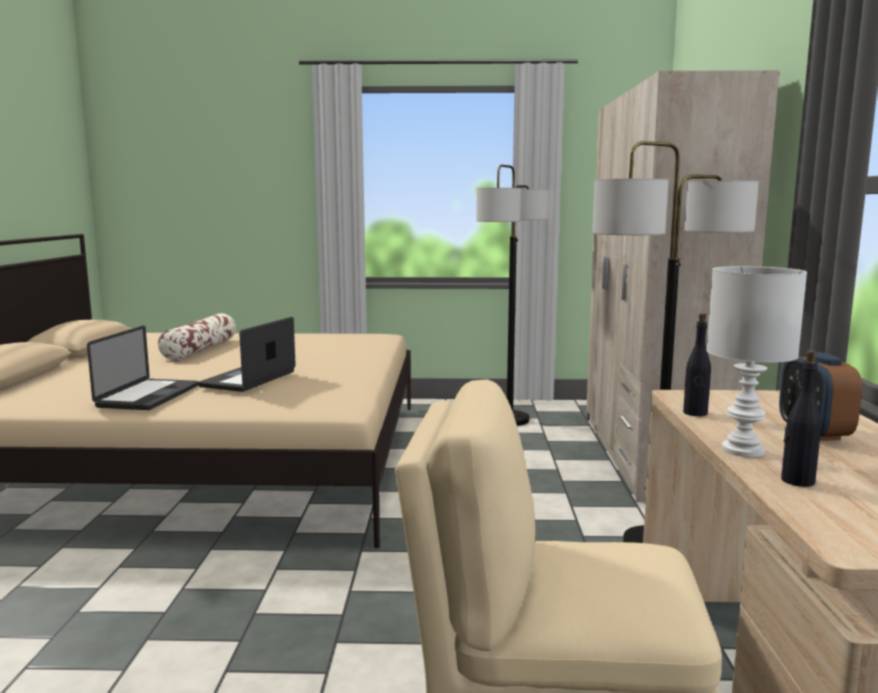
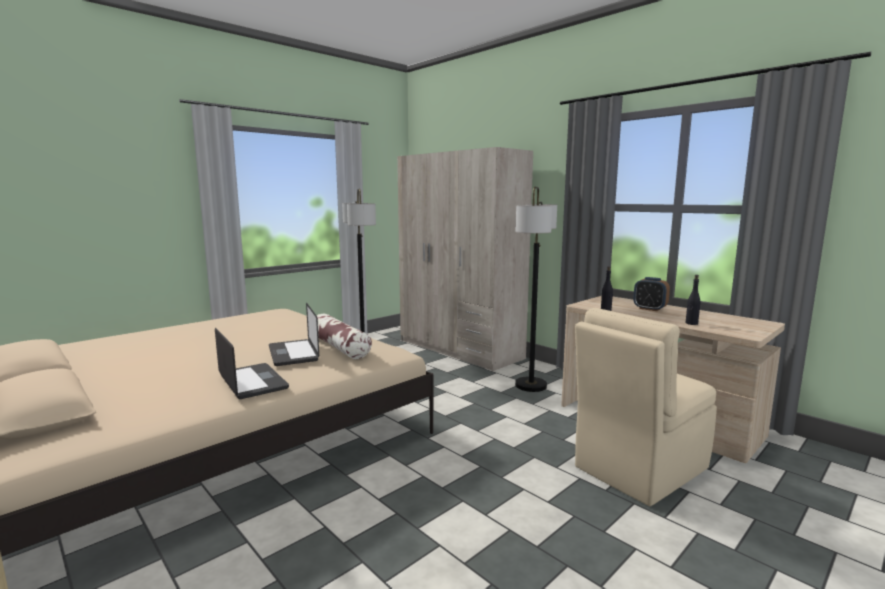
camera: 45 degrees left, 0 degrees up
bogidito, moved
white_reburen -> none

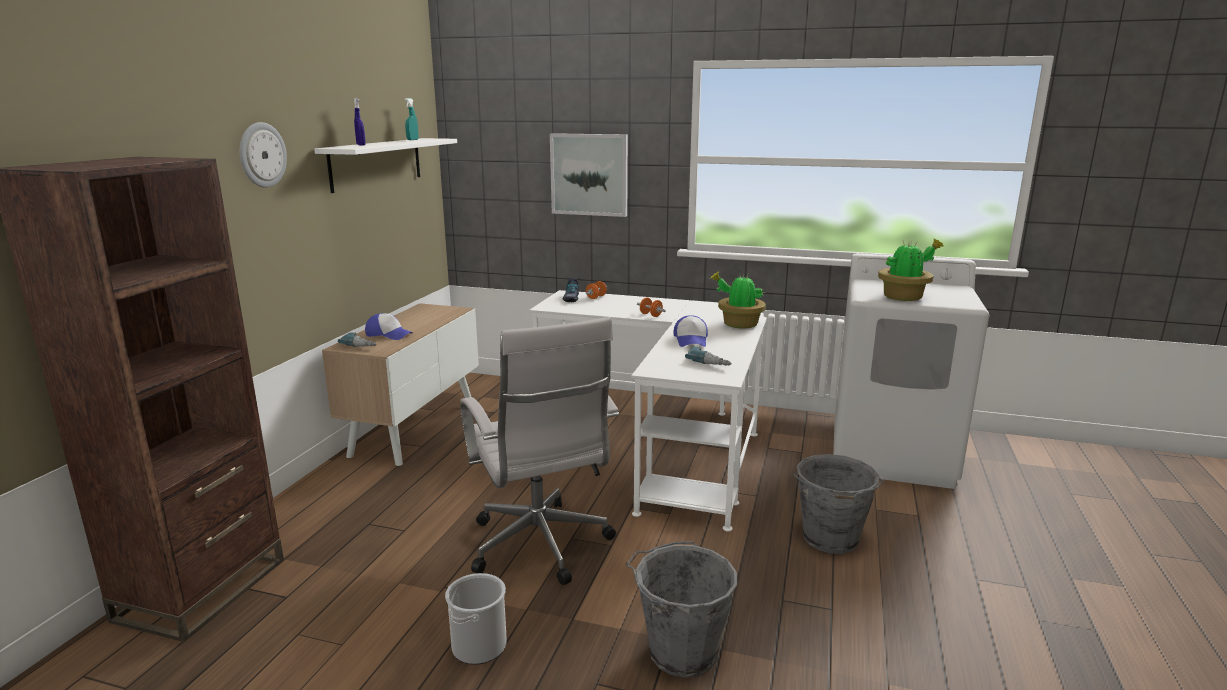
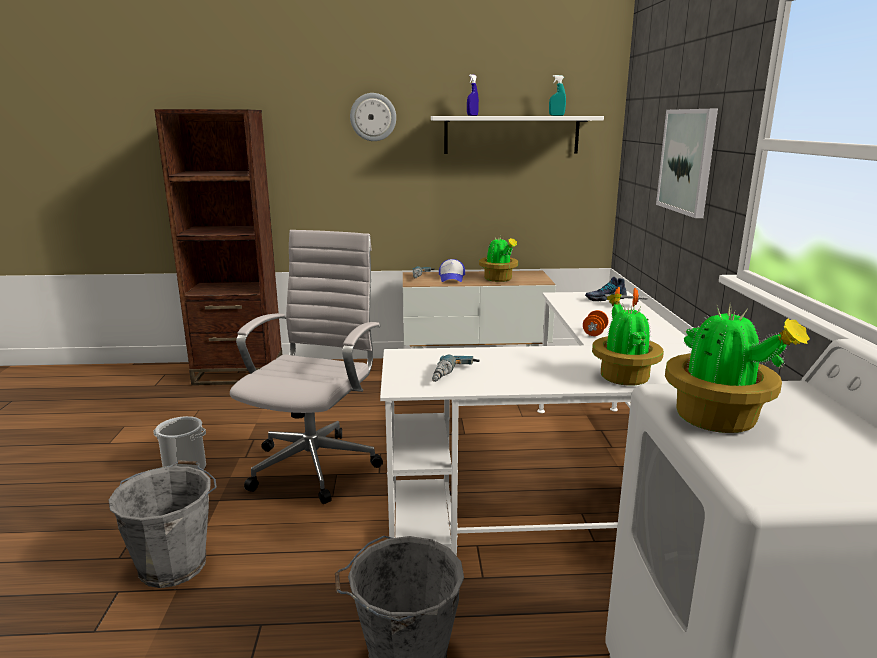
camera: 70 degrees right, 0 degrees up
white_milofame, 150 degrees clockwise
none -> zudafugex (1st from left)
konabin (2nd from left) -> none

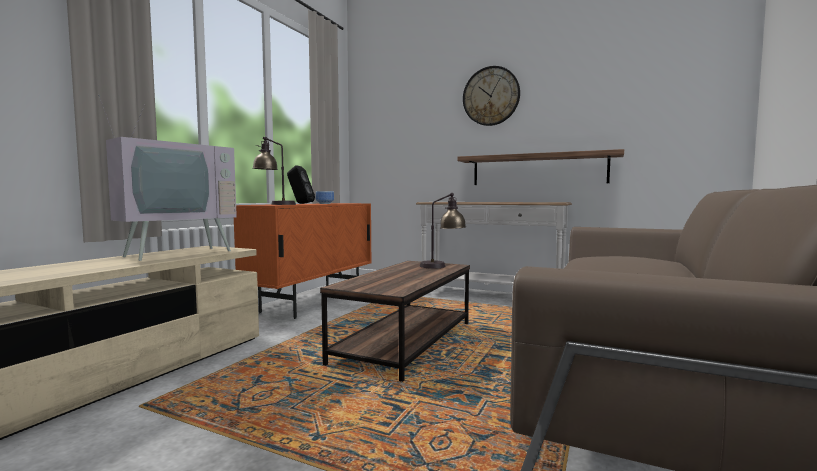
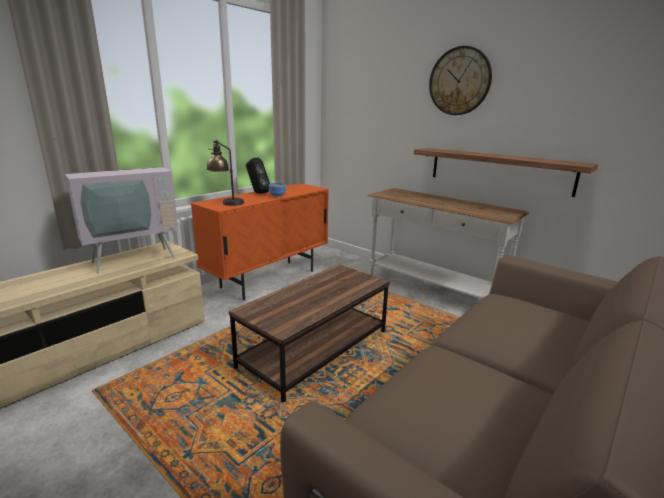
camera: 15 degrees right, 15 degrees up
reburen (2nd from left) -> none

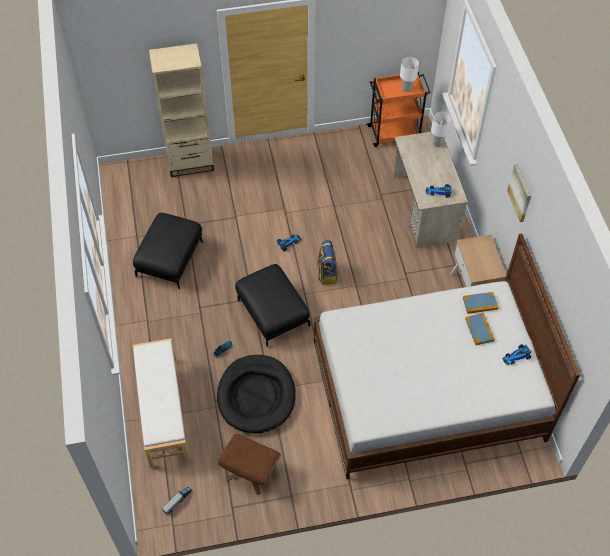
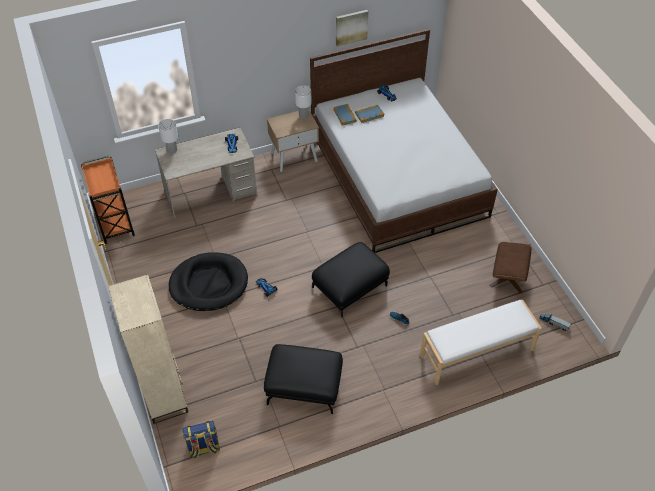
camera: 100 degrees left, 5 degrees down
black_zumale, moved
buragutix, moved
white_reburen (1st from left in the first image) -> white_reburen (2nd from left), moved
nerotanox, moved

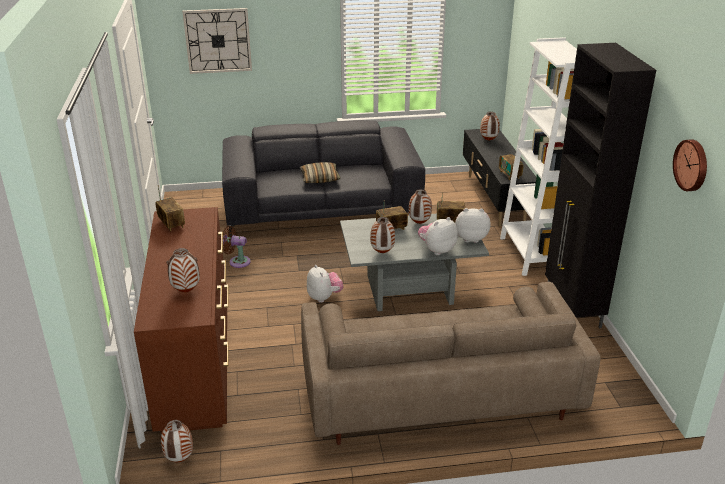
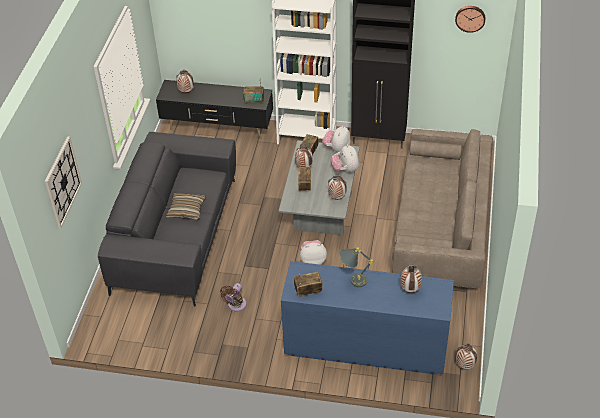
camera: 70 degrees left, 15 degrees up
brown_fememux -> blue_fememux
none -> grey_reburen

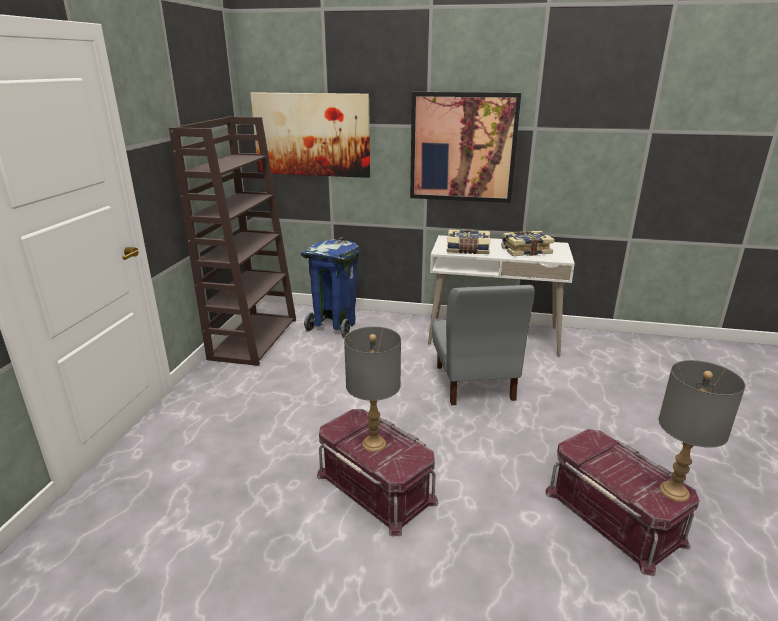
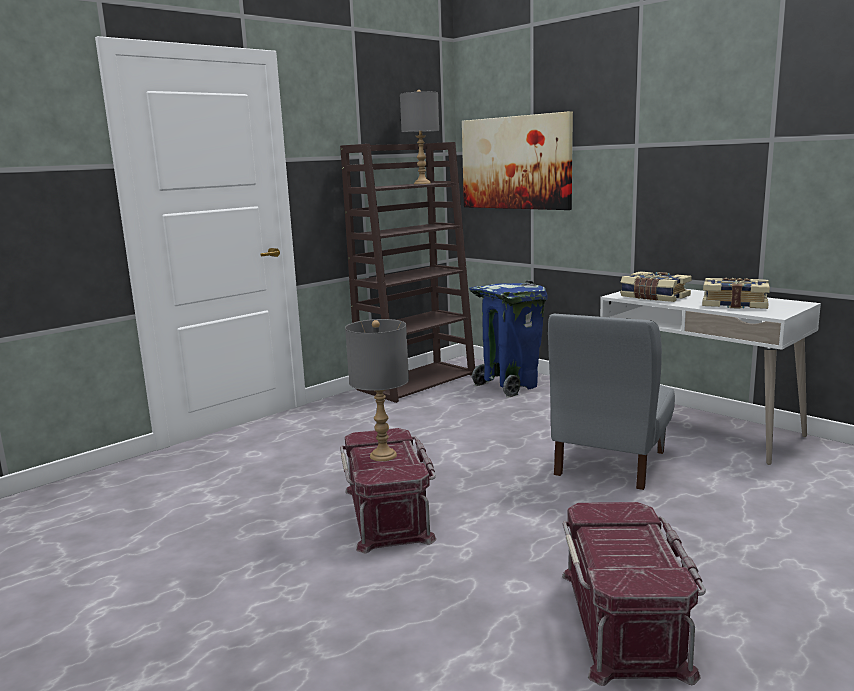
camera: 35 degrees right, 10 degrees down
grey_reburen (2nd from left), moved
nerotanox (2nd from left) -> none

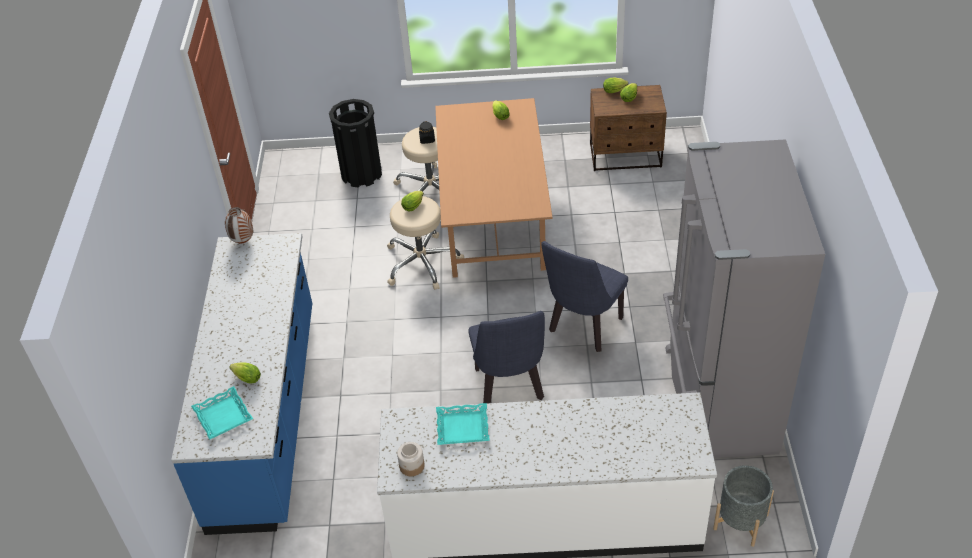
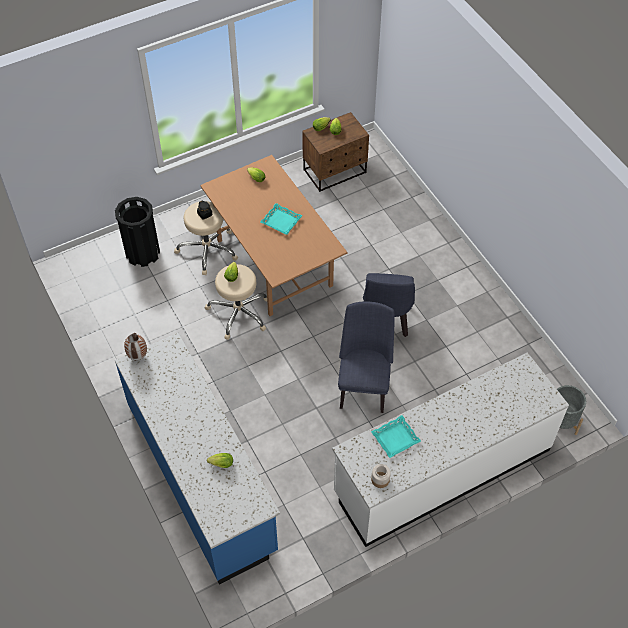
camera: 30 degrees left, 10 degrees up
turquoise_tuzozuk (1st from left), moved
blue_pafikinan (1st from left), 135 degrees counterclockwise
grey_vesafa -> none

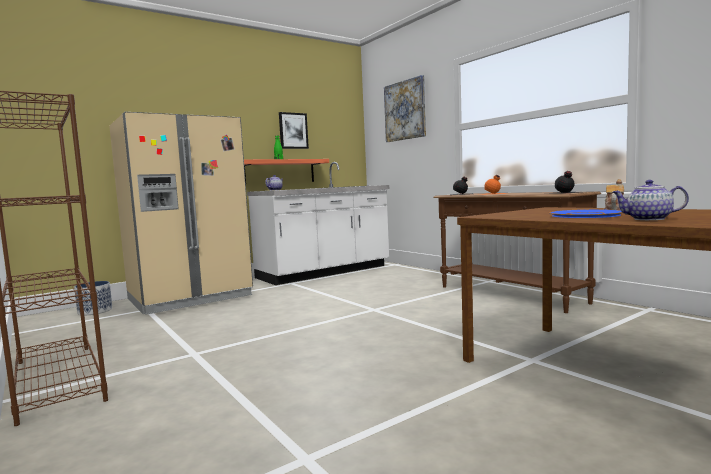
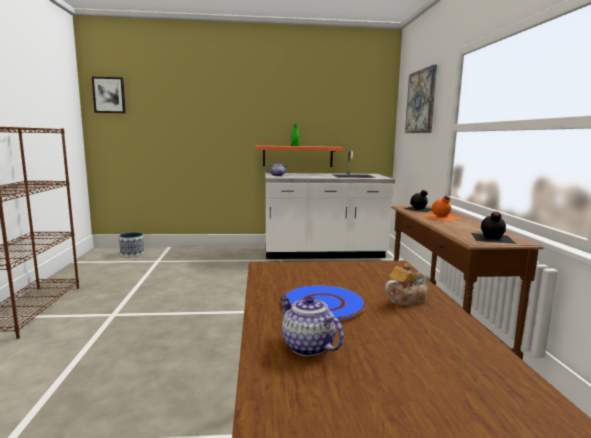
camera: 30 degrees right, 5 degrees up
nerotanox (1st from left), moved
beige_vesafa -> none

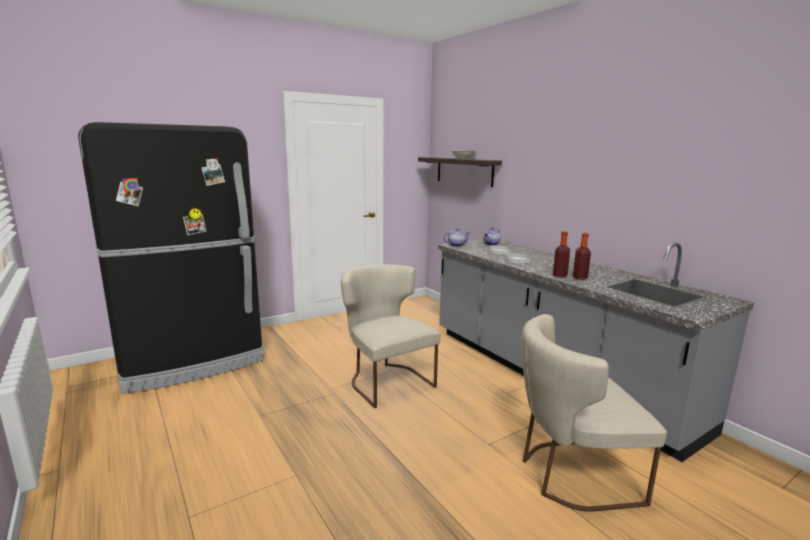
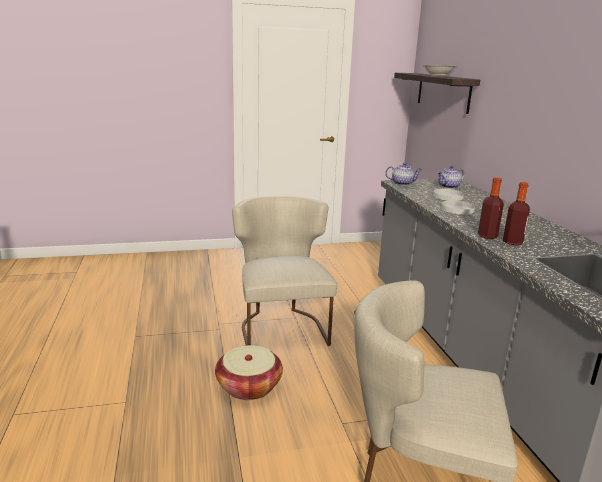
camera: 20 degrees right, 5 degrees up
none -> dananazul
black_vesafa -> none

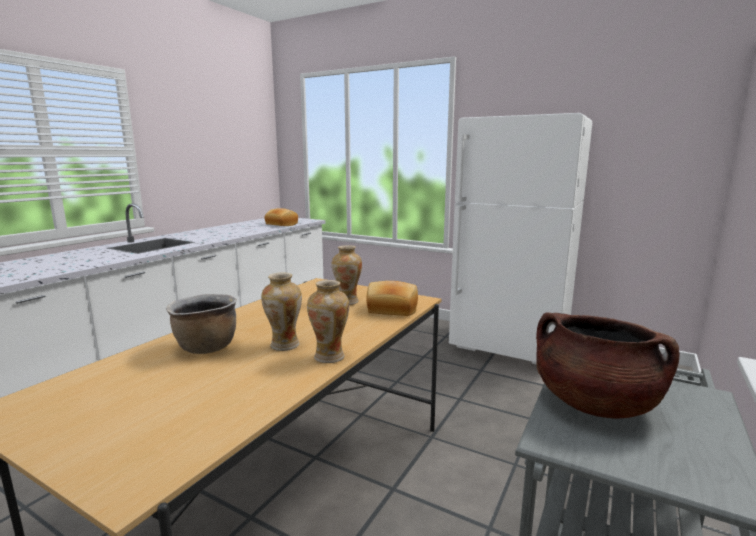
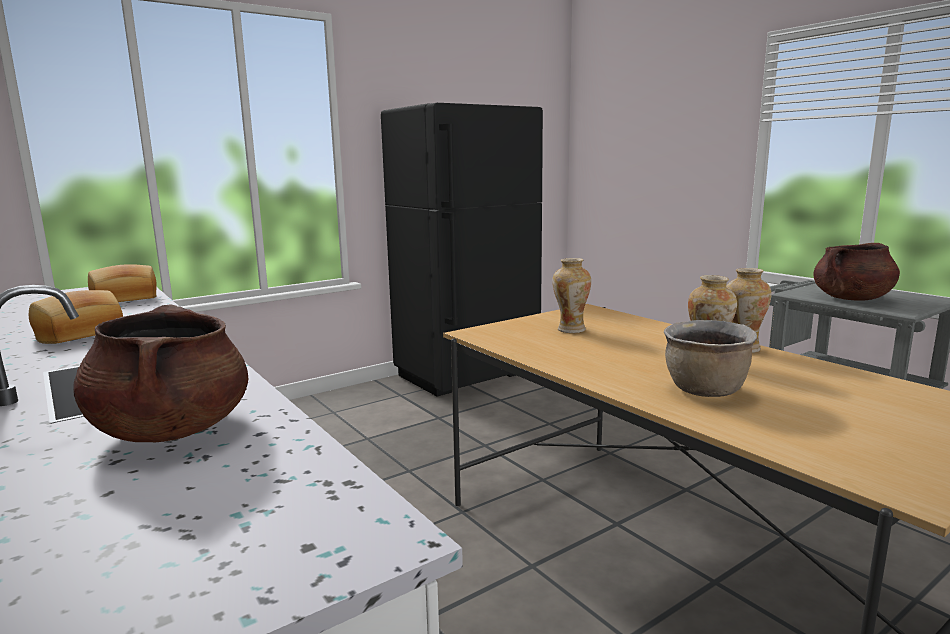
camera: 65 degrees left, 0 degrees up
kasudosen (2nd from left in the first image) -> kasudosen (1st from left), moved
none -> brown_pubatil (1st from left)
white_vesafa -> black_vesafa

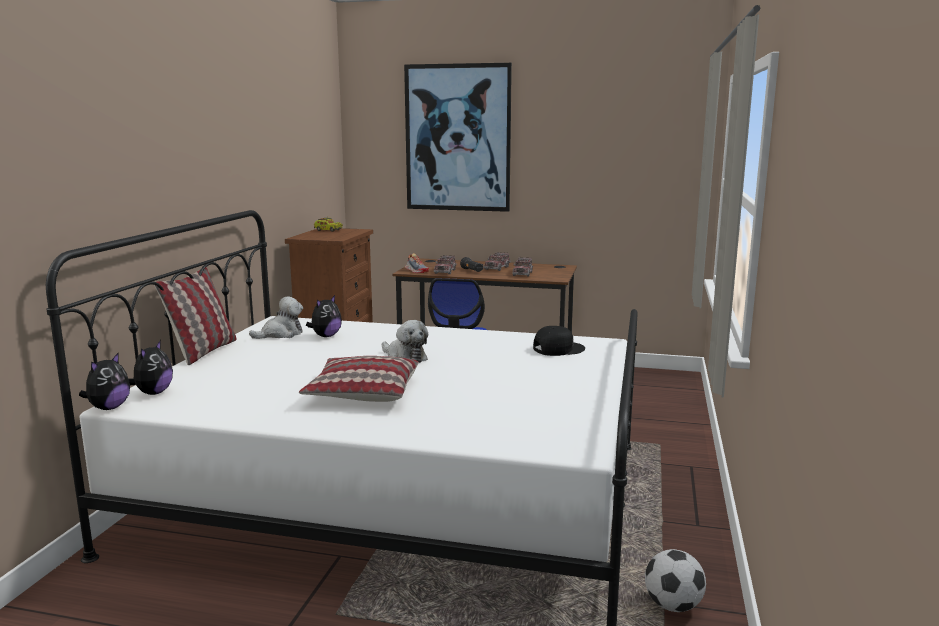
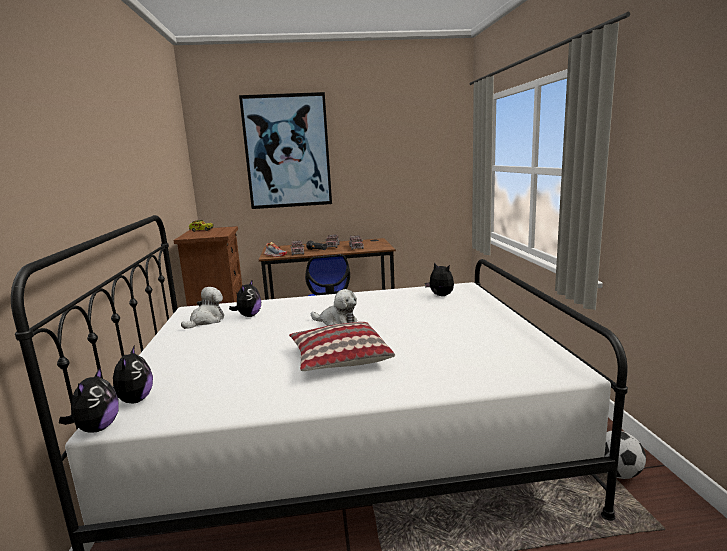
camera: 20 degrees left, 0 degrees up
black_konabin -> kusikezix (6th from left)
bogidito (1st from left) -> none

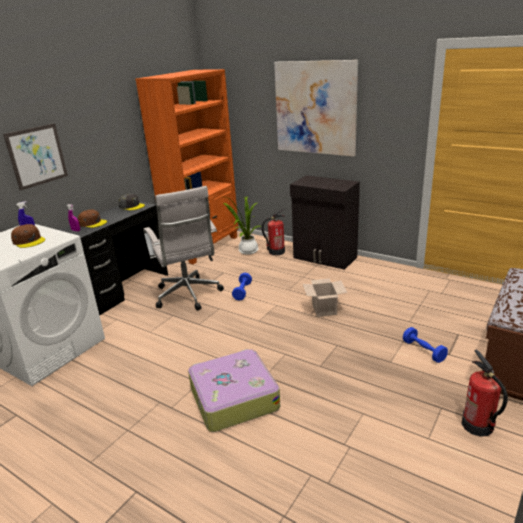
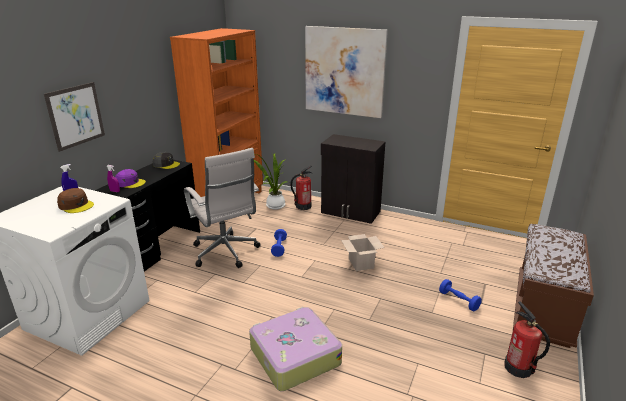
camera: 10 degrees left, 0 degrees up
brown_konabin (2nd from left) -> purple_konabin

